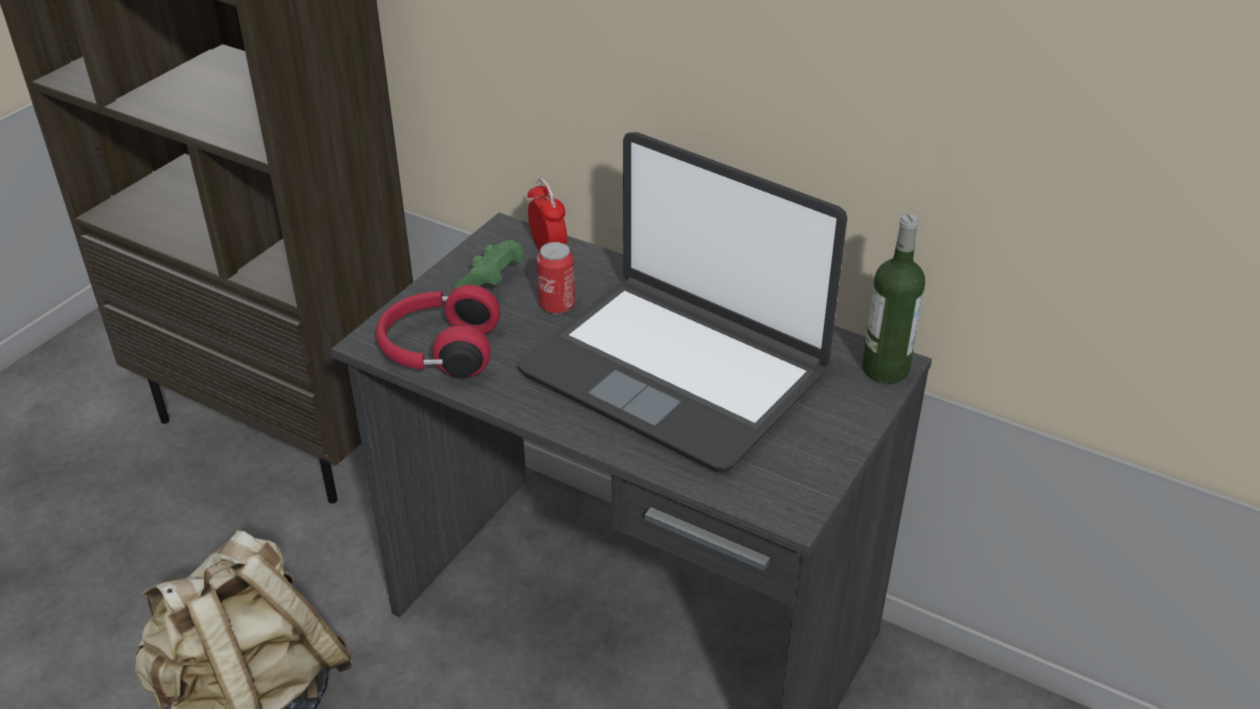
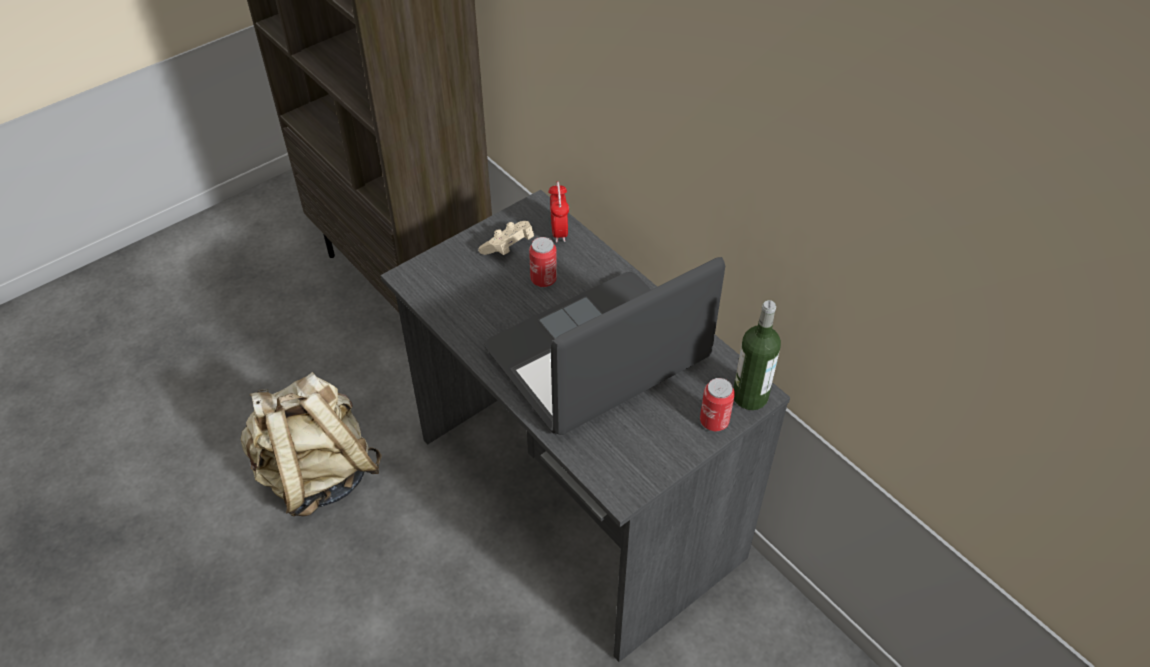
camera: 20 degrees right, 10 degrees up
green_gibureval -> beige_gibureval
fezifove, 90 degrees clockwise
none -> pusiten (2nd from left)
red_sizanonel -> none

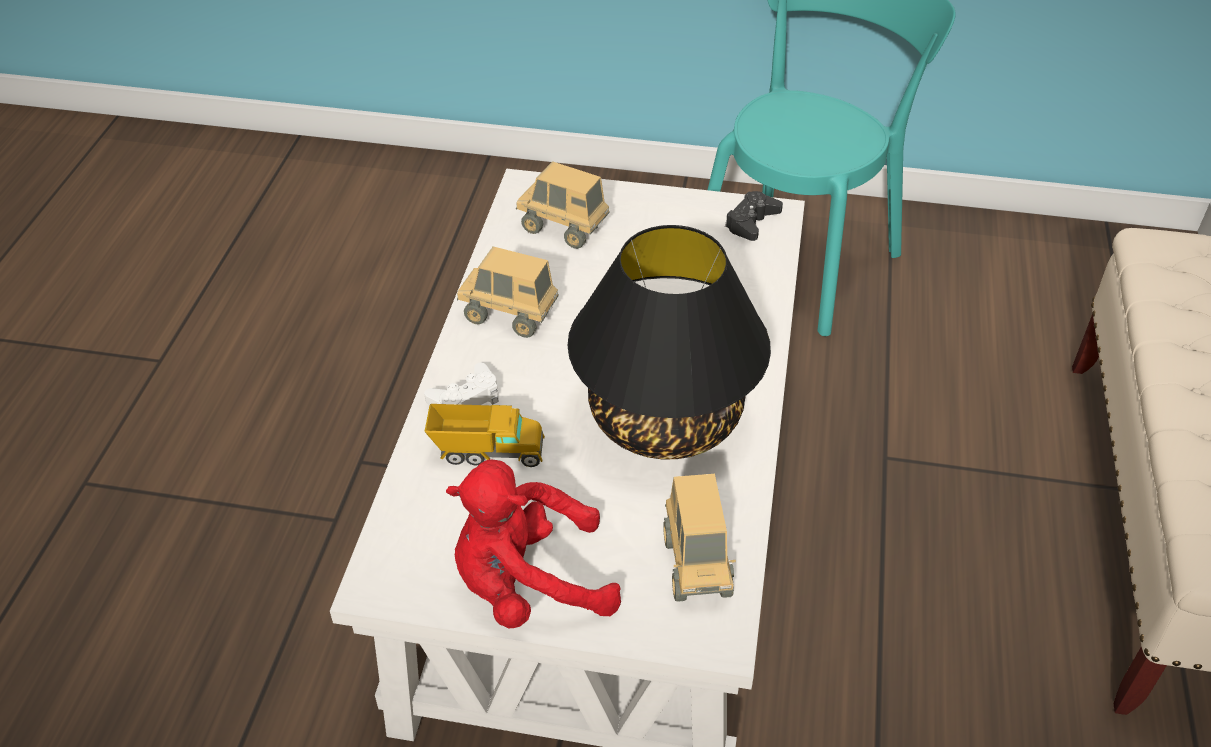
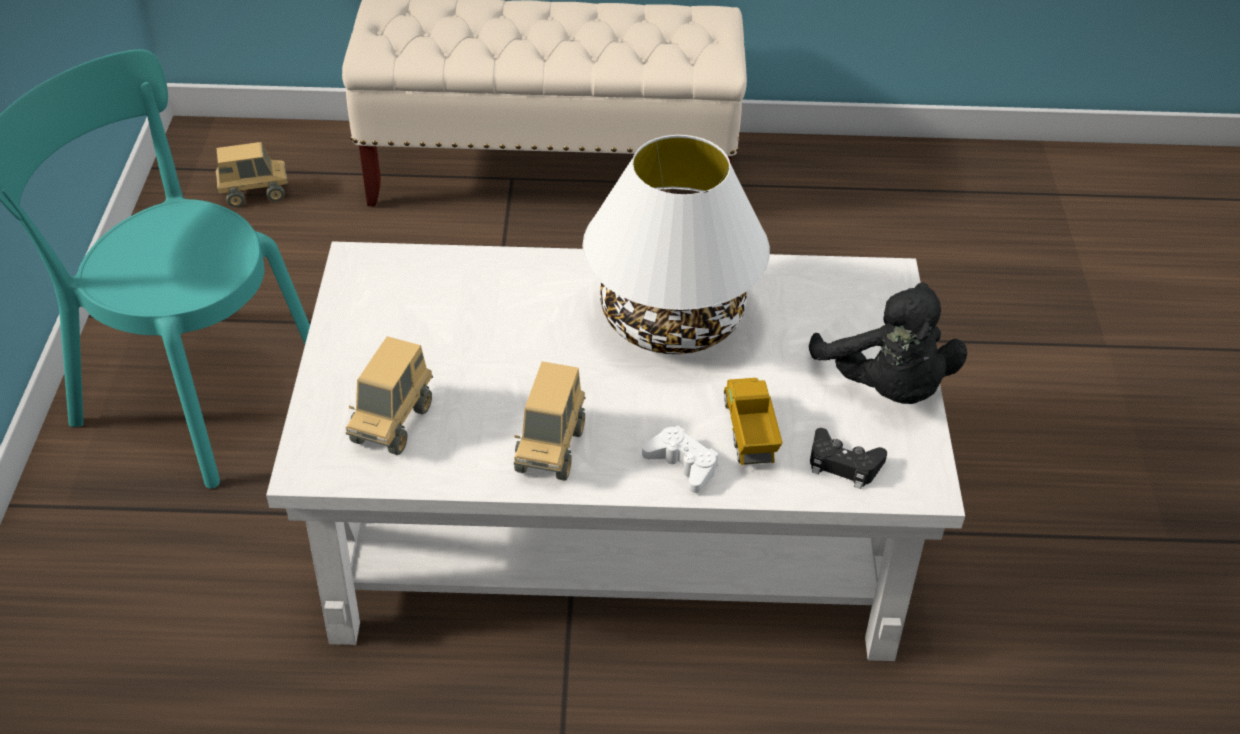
camera: 100 degrees left, 0 degrees up
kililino (4th from left in the first image) -> kililino (1st from left), moved
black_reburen -> white_reburen
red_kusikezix -> black_kusikezix
black_gibureval, moved

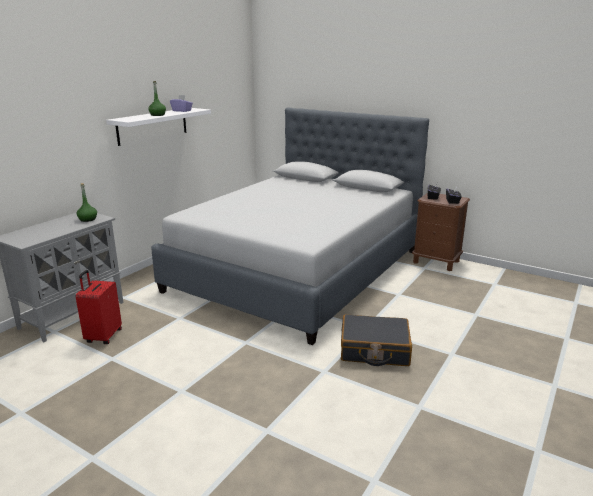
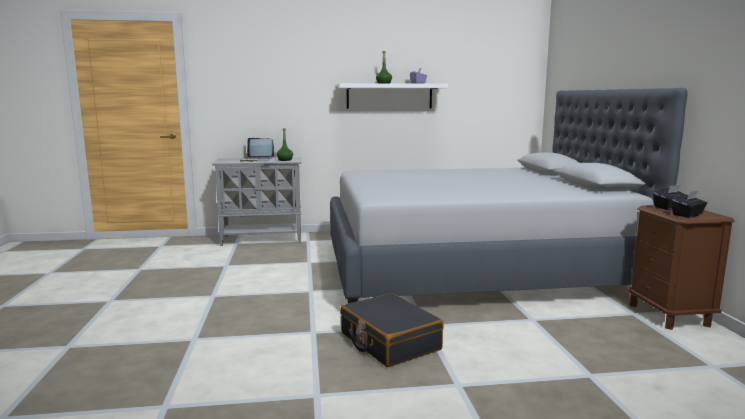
camera: 50 degrees right, 10 degrees down
none -> fezifove
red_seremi -> none

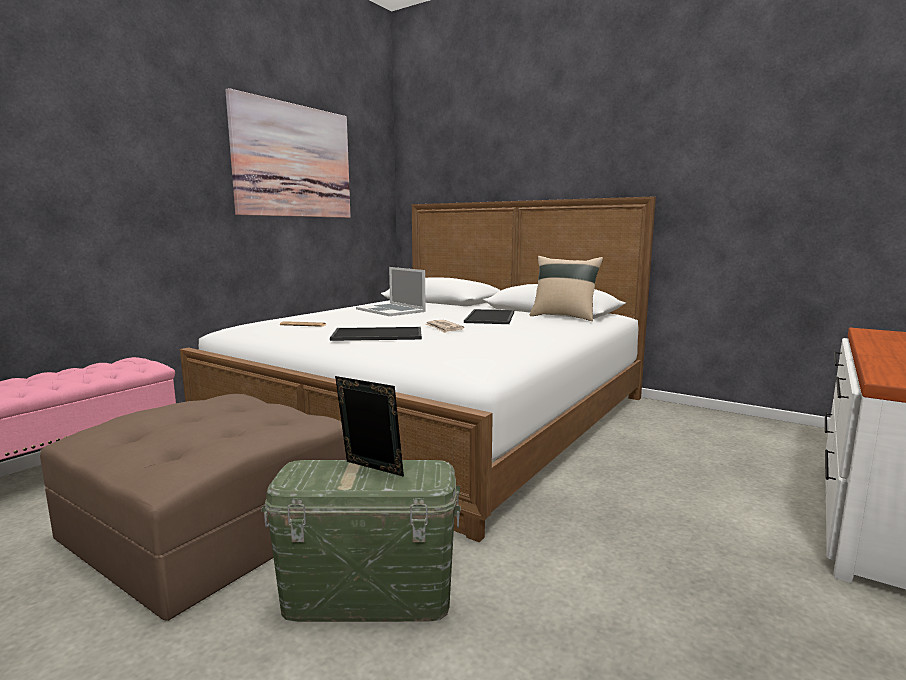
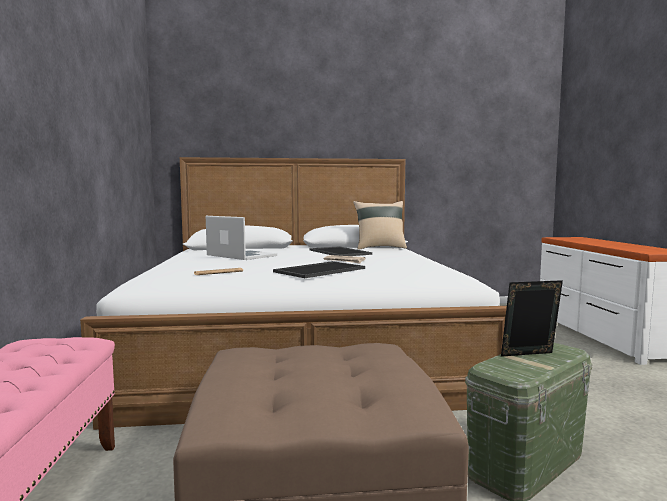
camera: 40 degrees left, 5 degrees down
fezifove, 150 degrees counterclockwise
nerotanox -> none

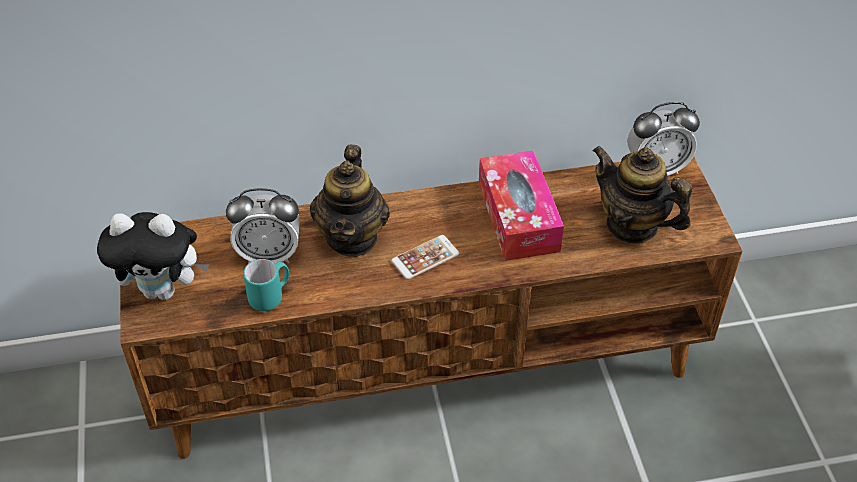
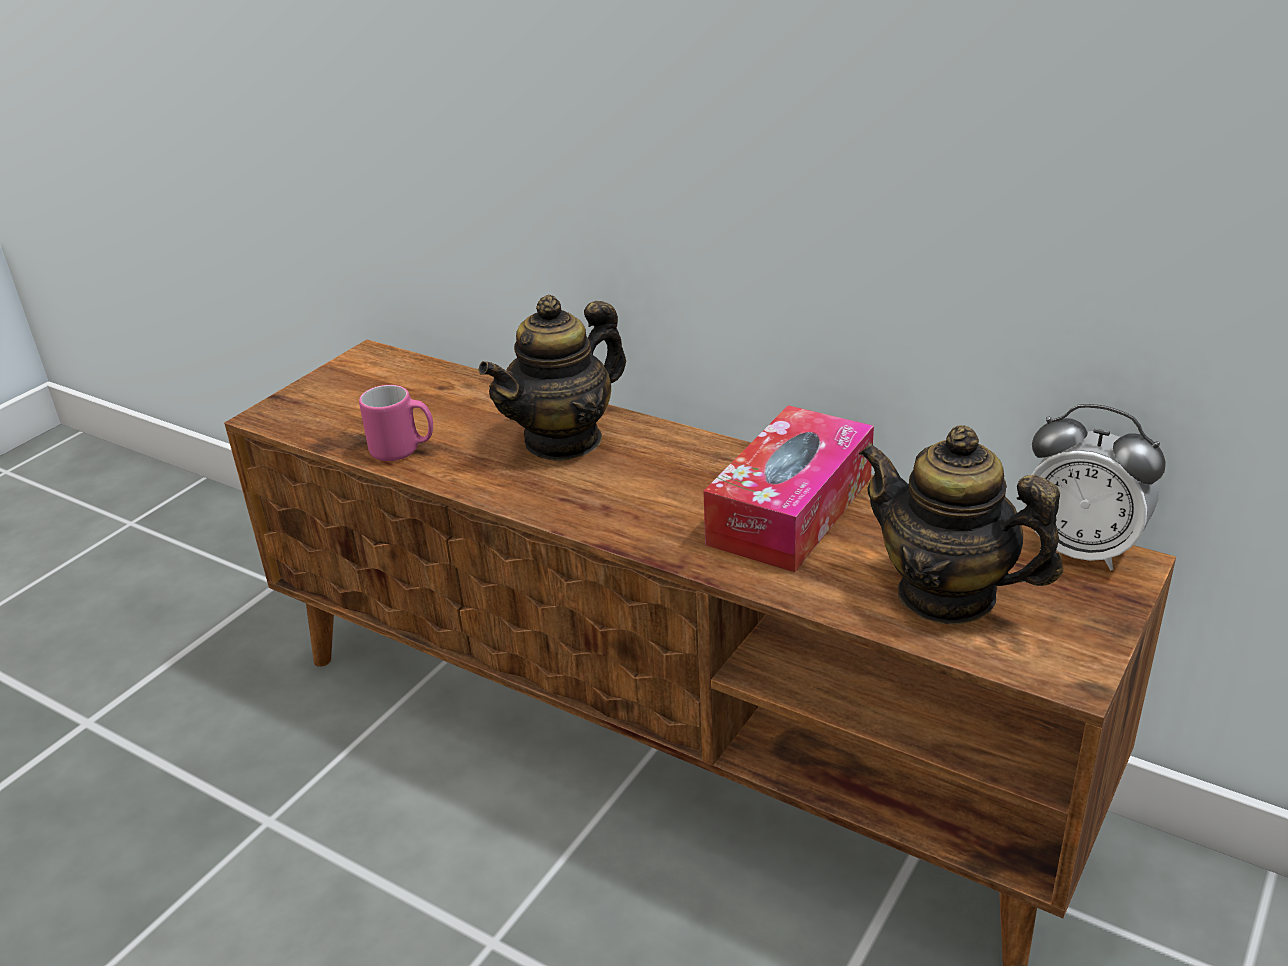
camera: 45 degrees right, 15 degrees down
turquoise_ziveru -> pink_ziveru
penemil (2nd from left), 45 degrees counterclockwise
kusikezix -> none
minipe (1st from left) -> none
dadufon -> none

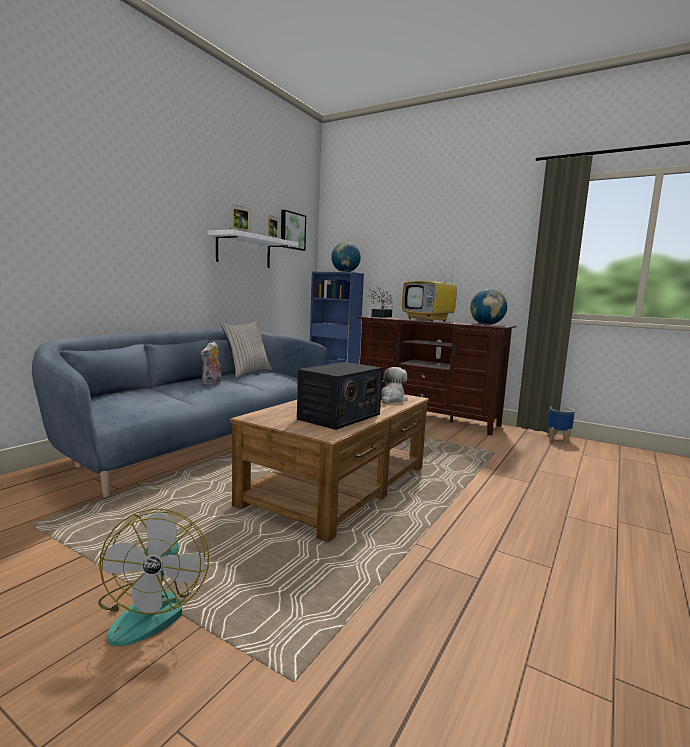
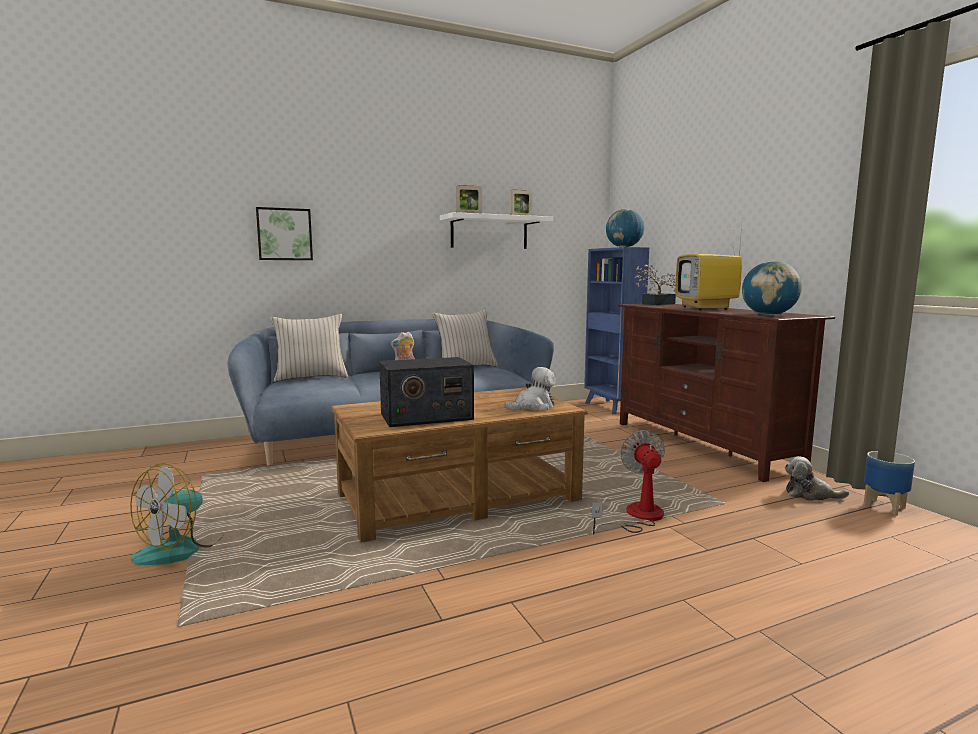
camera: 35 degrees right, 0 degrees up
nerotanox, moved
none -> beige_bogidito (1st from left)
none -> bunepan (2nd from left)
none -> kusikezix (3rd from left)

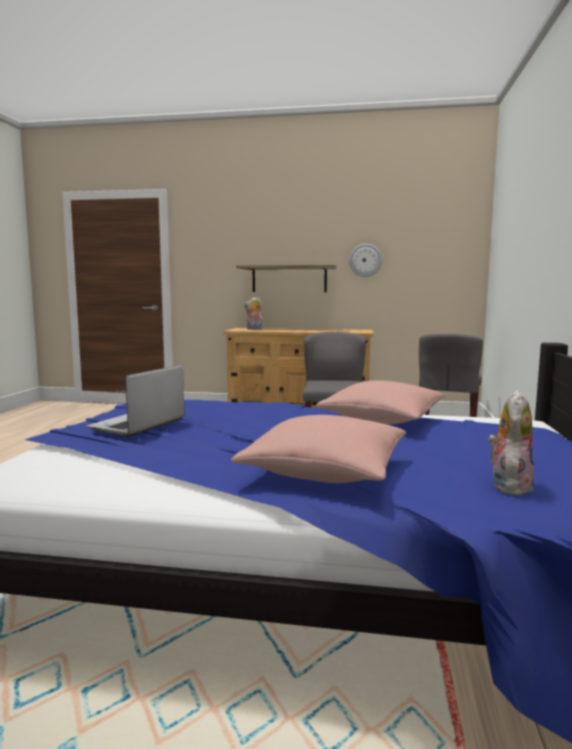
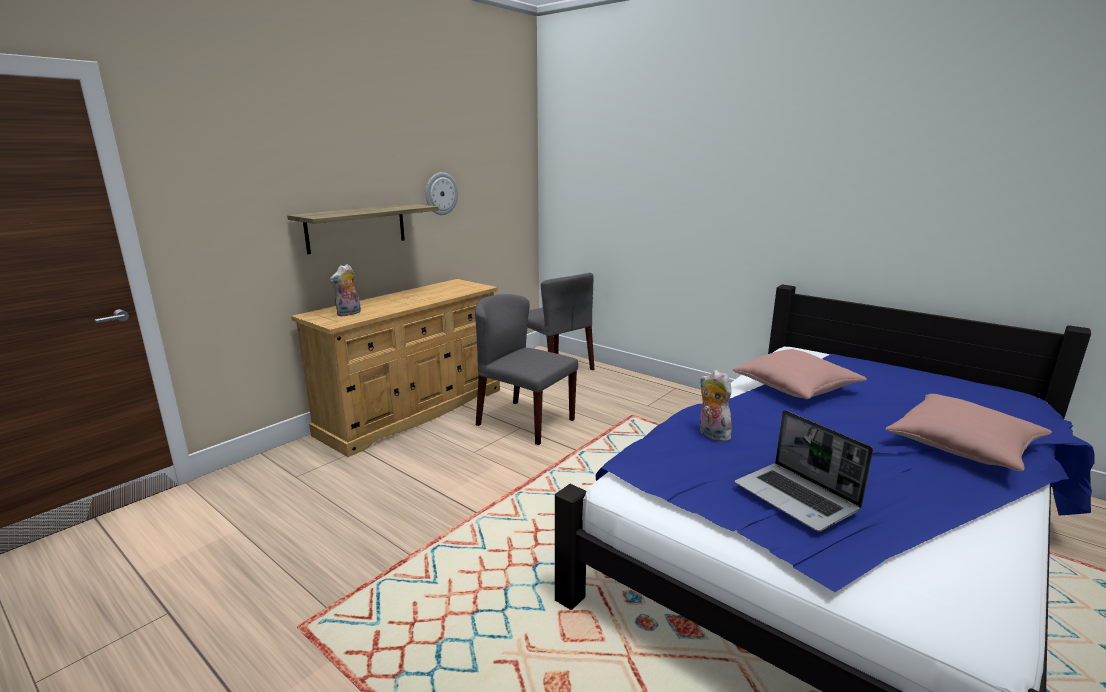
camera: 60 degrees left, 10 degrees up
kusikezix (2nd from left), moved

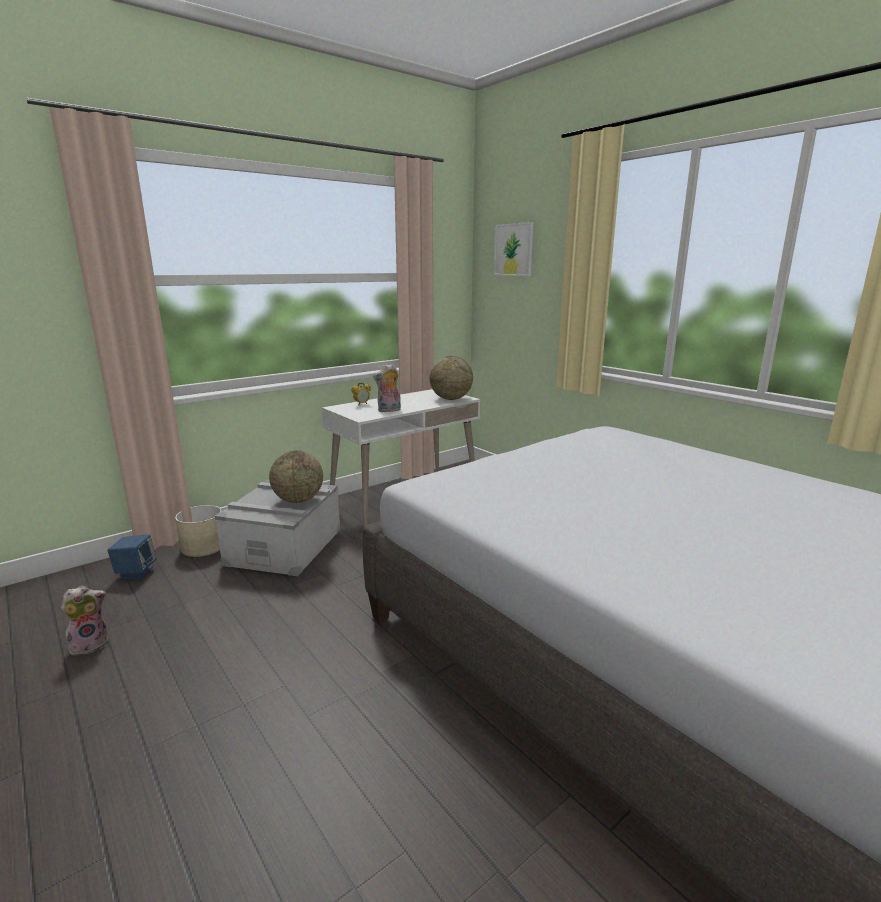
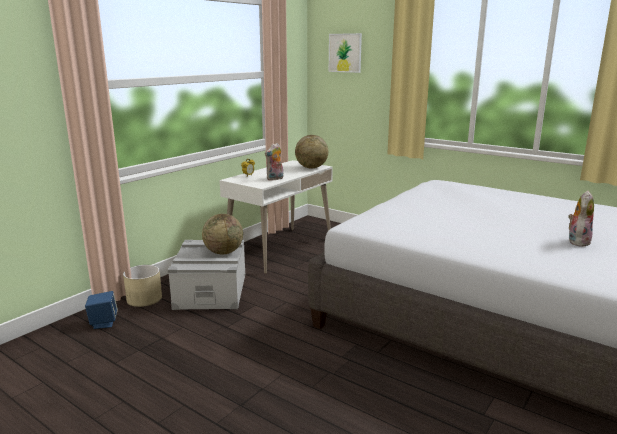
camera: 15 degrees left, 0 degrees up
kusikezix (1st from left in the first image) -> kusikezix (2nd from left), moved

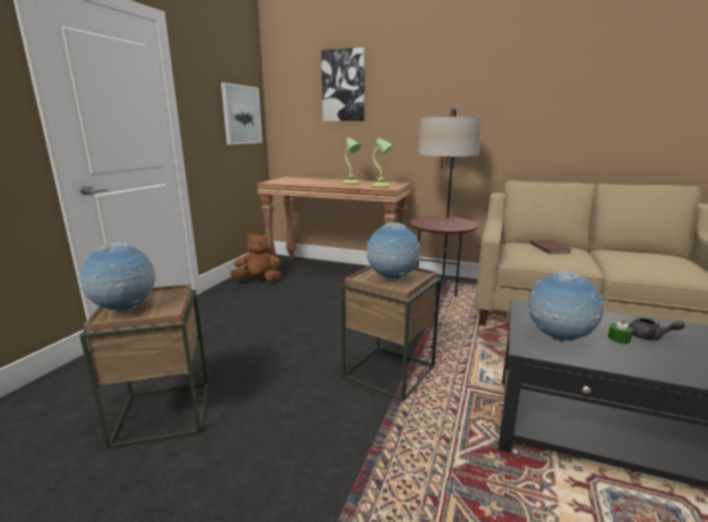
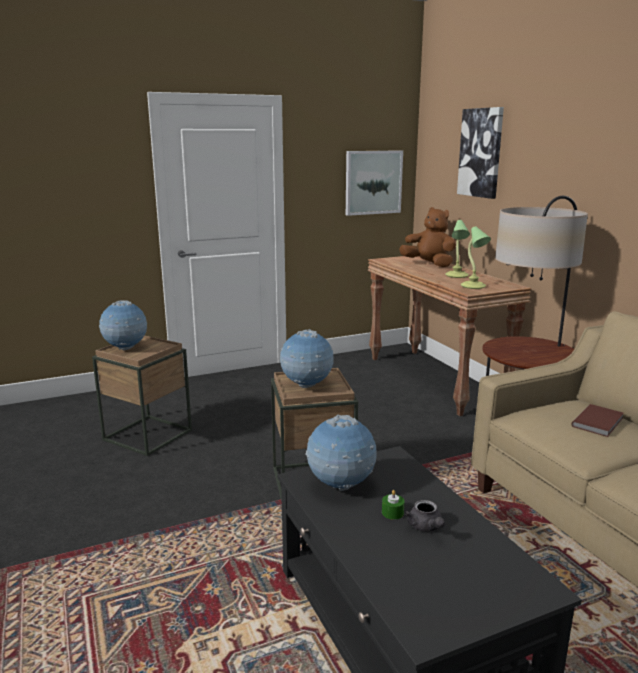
camera: 45 degrees right, 0 degrees up
brown_kusikezix, moved

